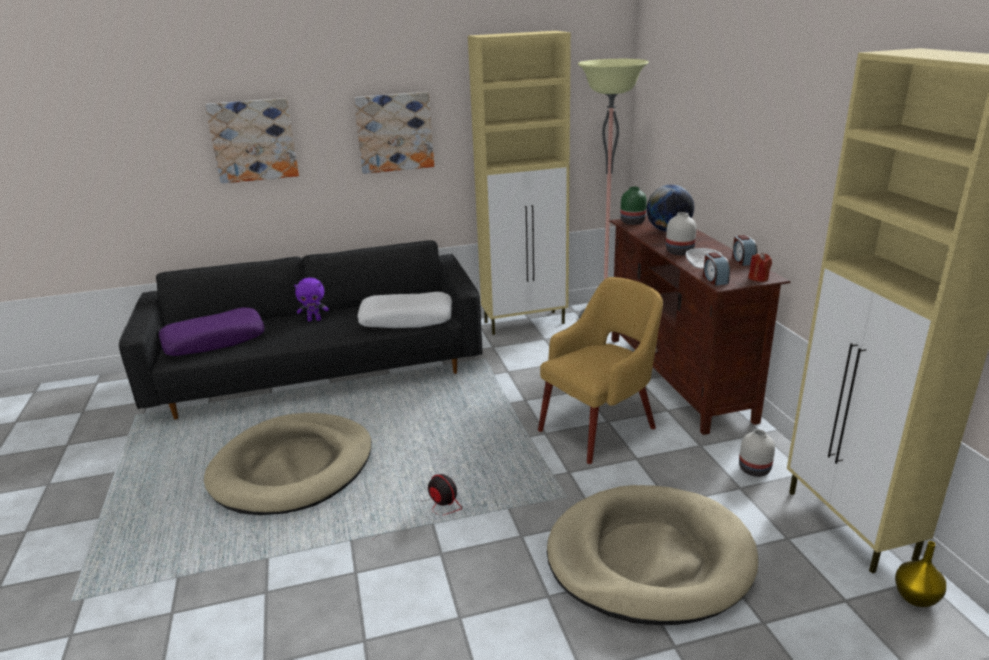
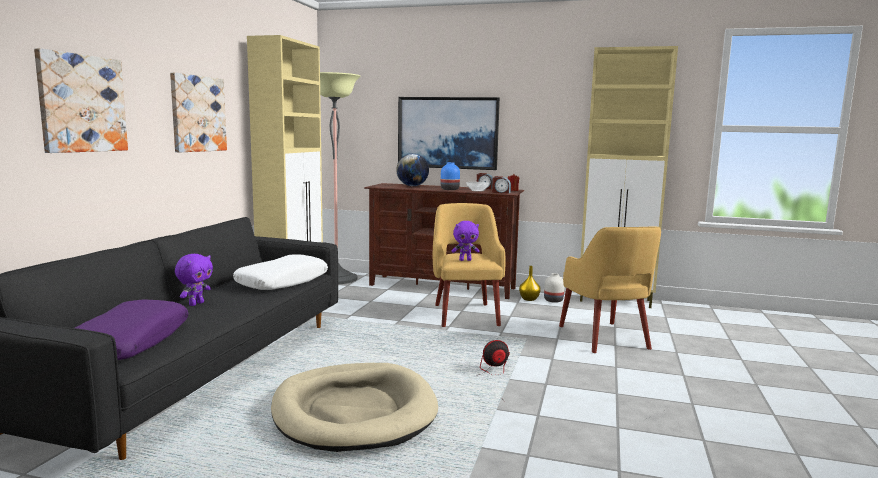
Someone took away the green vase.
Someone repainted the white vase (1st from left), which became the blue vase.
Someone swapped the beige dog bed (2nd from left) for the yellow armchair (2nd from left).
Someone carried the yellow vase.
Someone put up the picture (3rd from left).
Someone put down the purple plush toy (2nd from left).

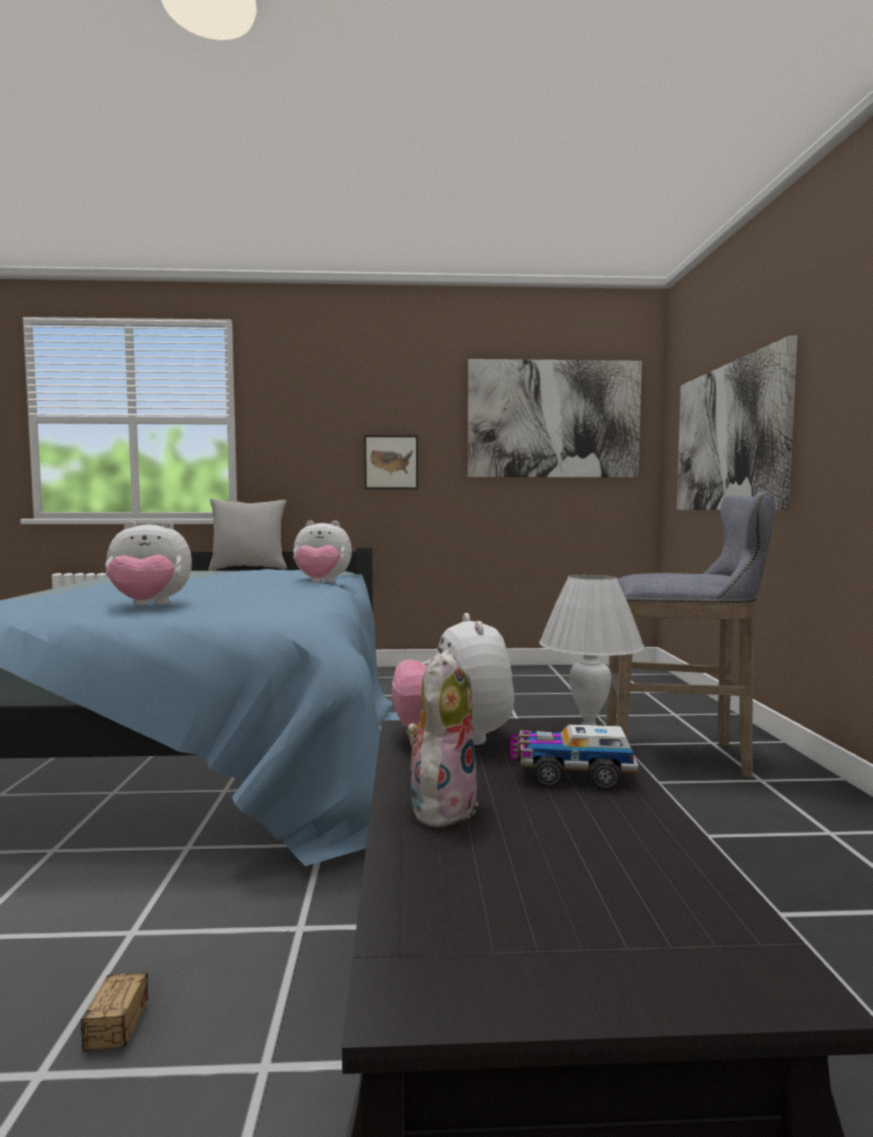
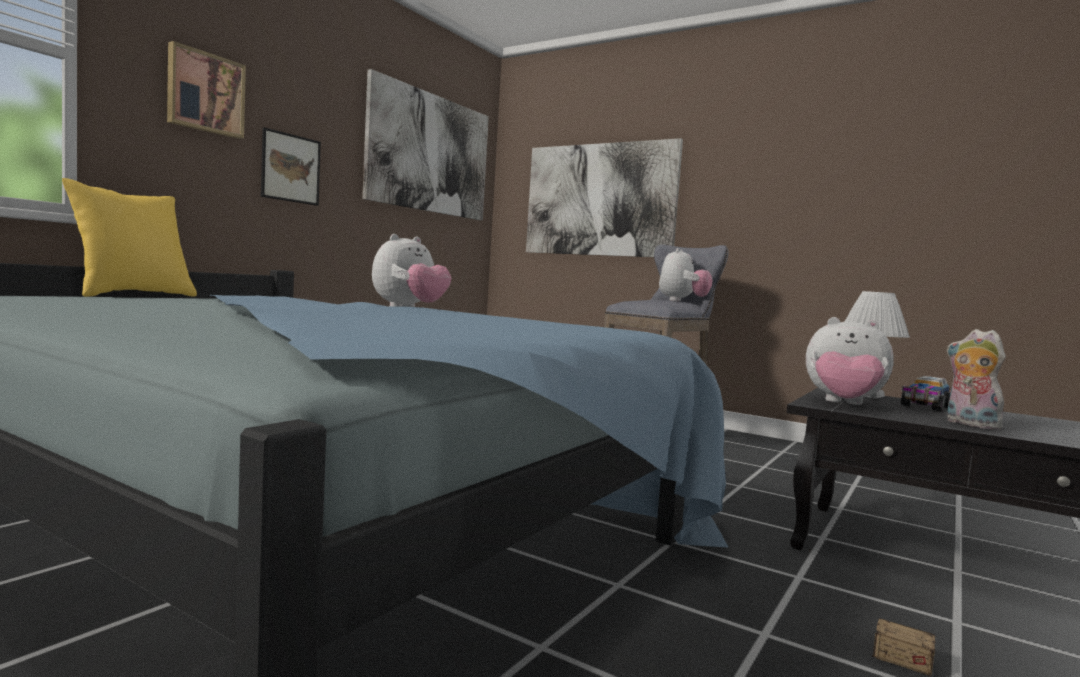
Someone repainted the grey pillow, which became the yellow pillow.
Someone carried the plush toy (1st from left in the first image).
Someone put up the picture (1st from left).

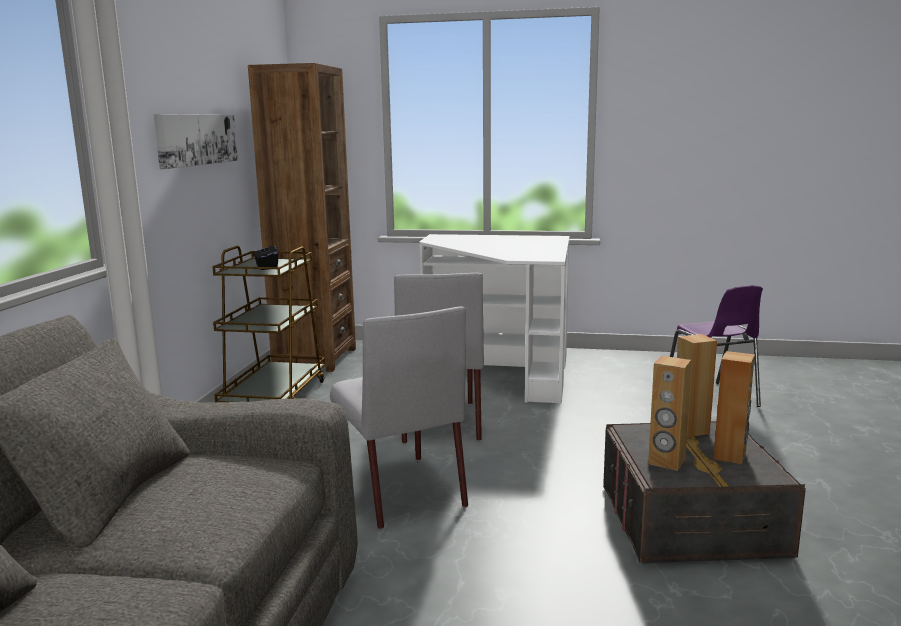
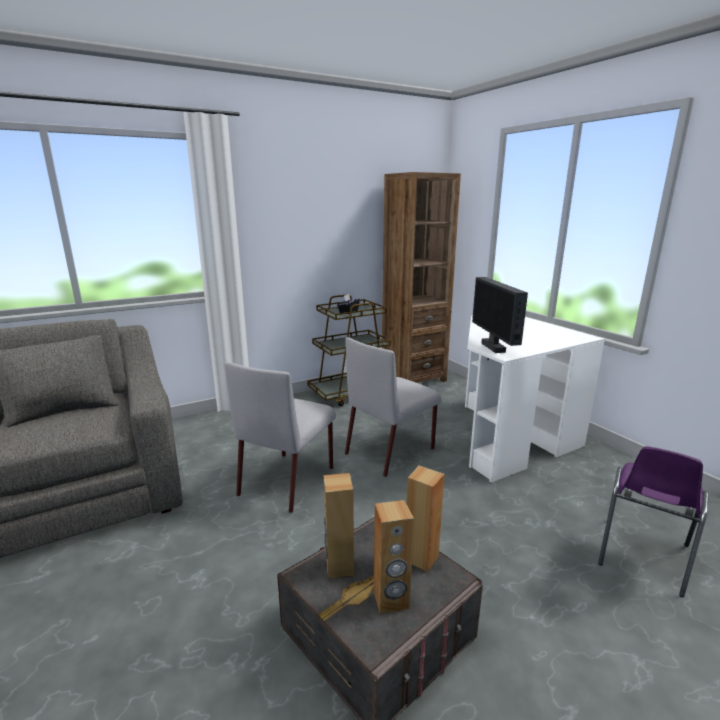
Someone took away the picture.
Someone put down the monitor.

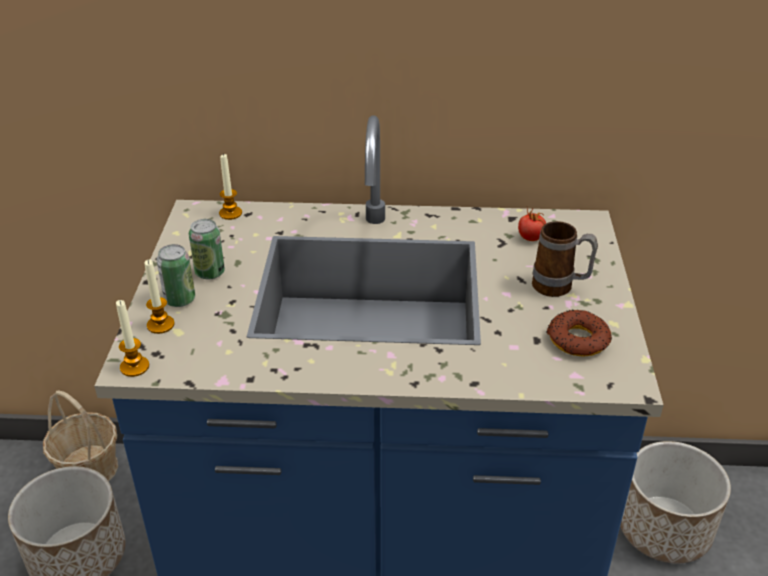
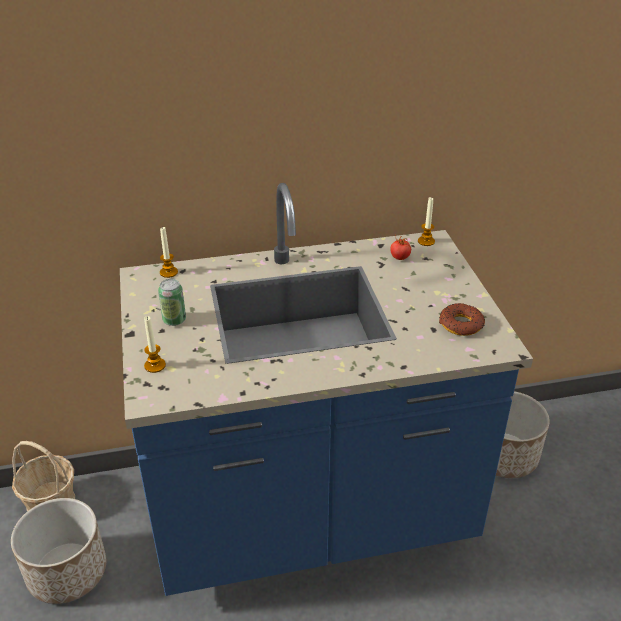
Someone took away the mug.
Someone took away the can (1st from left).
Someone carried the candle (1st from left in the first image).

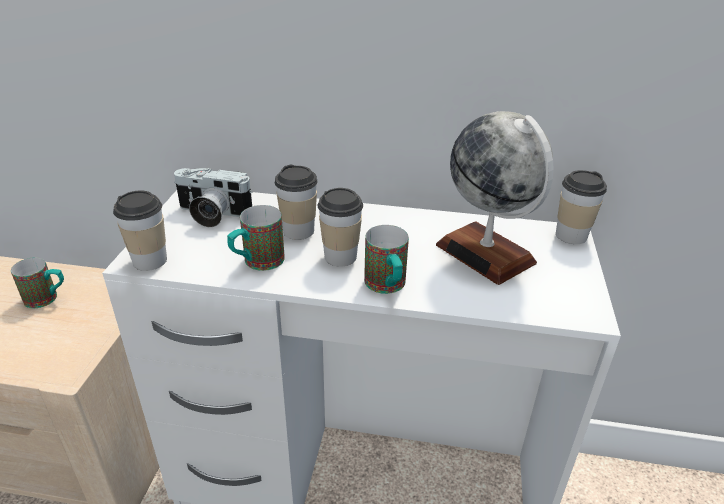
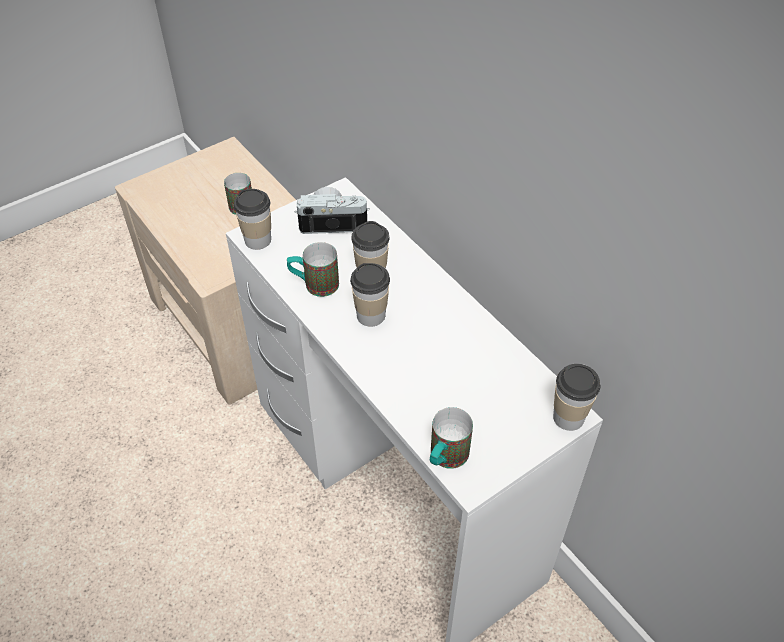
Someone took away the globe.
Someone rotated the photo camera by 120 degrees clockwise.
Someone carried the mug (3rd from left).

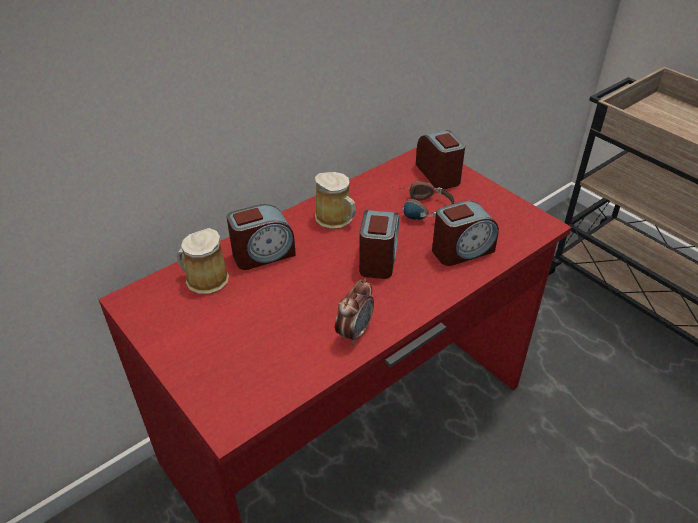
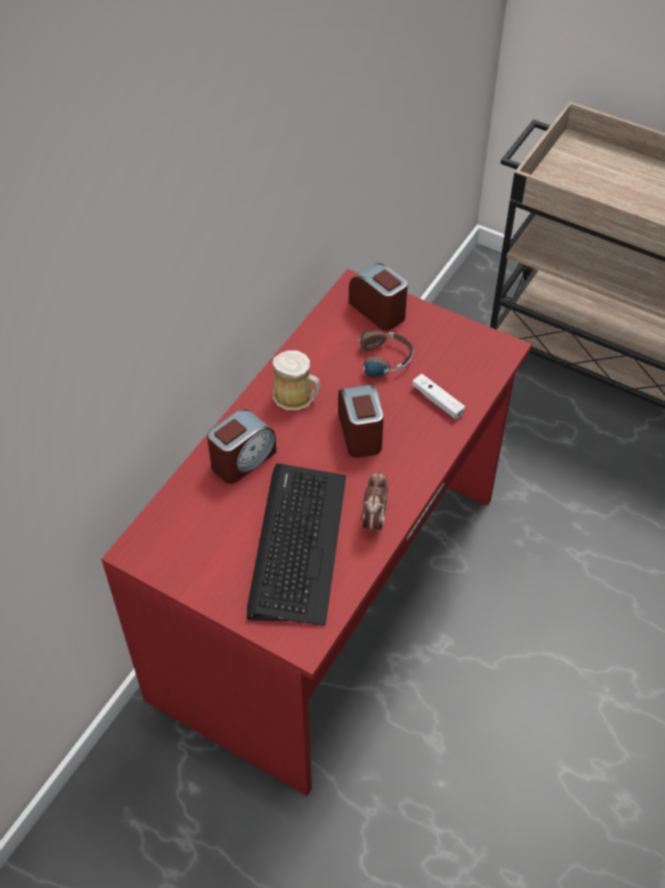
Someone swapped the alarm clock (5th from left) for the white game controller.
Someone took away the mug (1st from left).
Someone put down the keyboard.

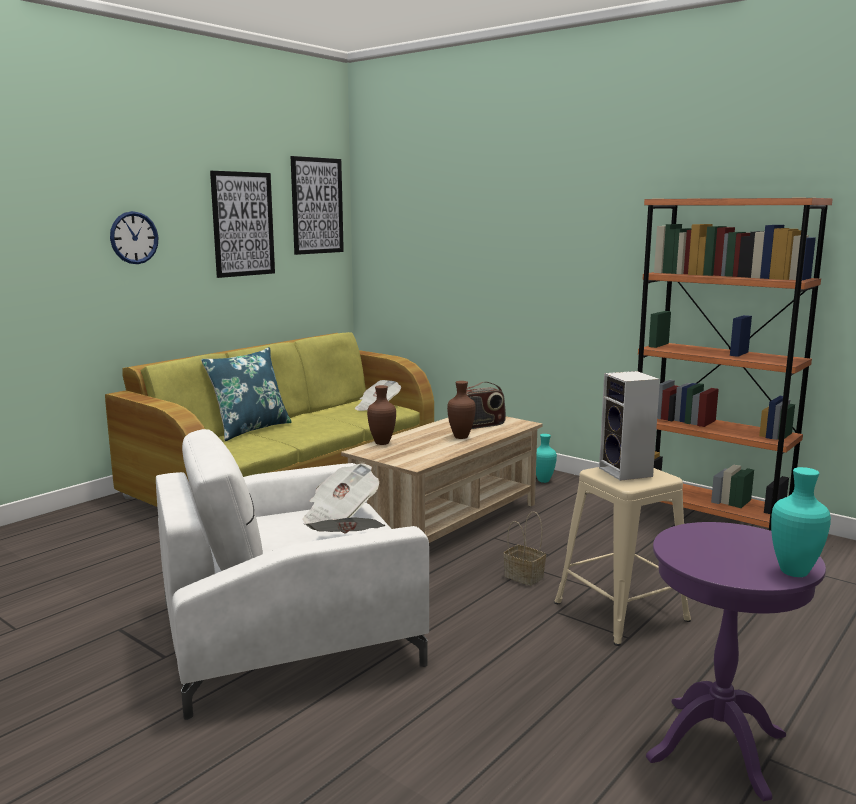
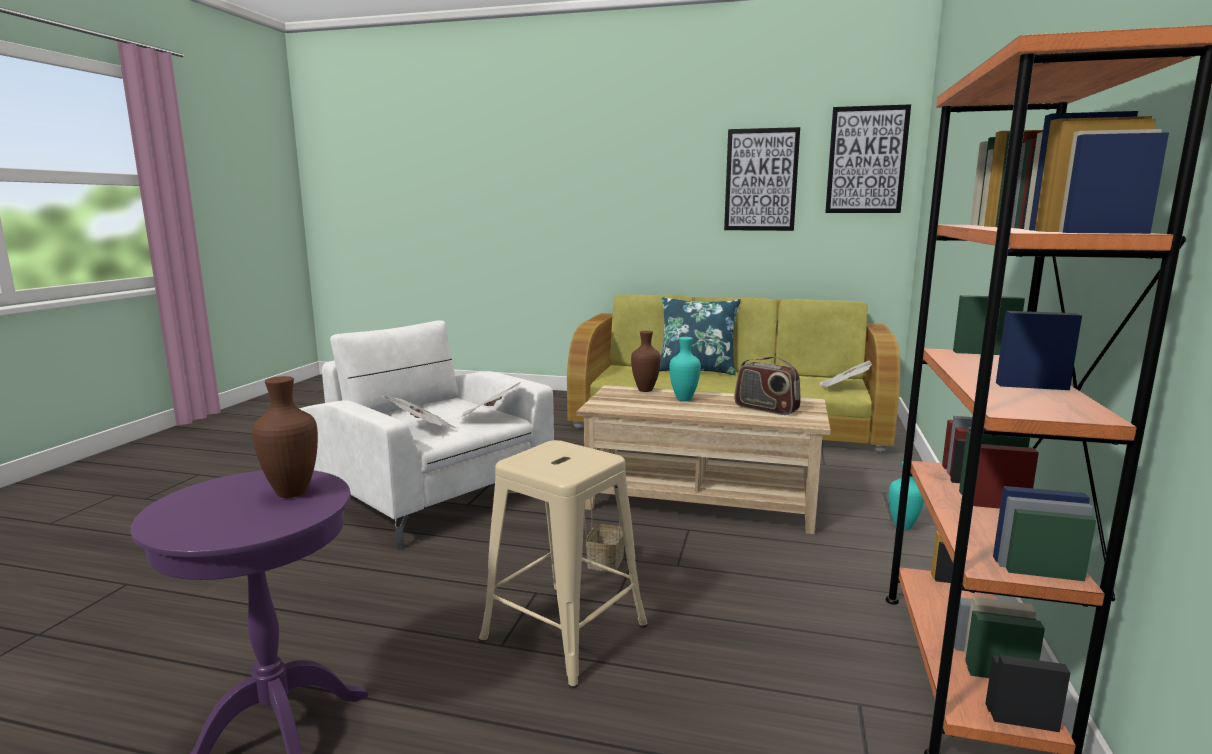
Someone took away the wall clock.
Someone took away the speaker.
Someone carried the brown vase (2nd from left in the first image).
Someone carried the turquoise vase (2nd from left in the first image).

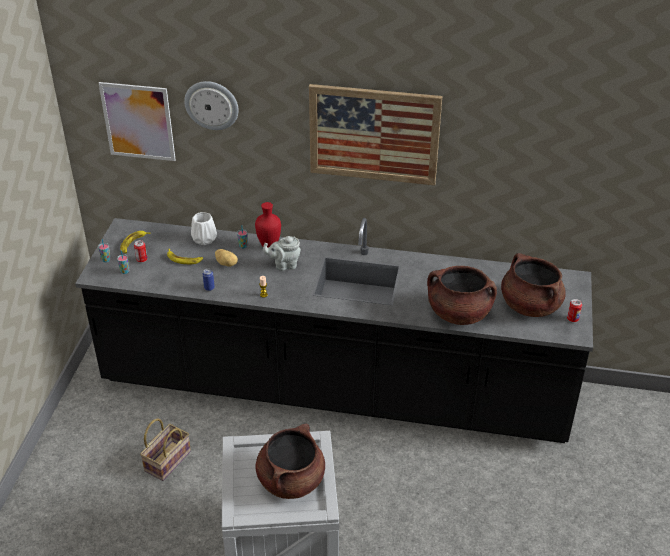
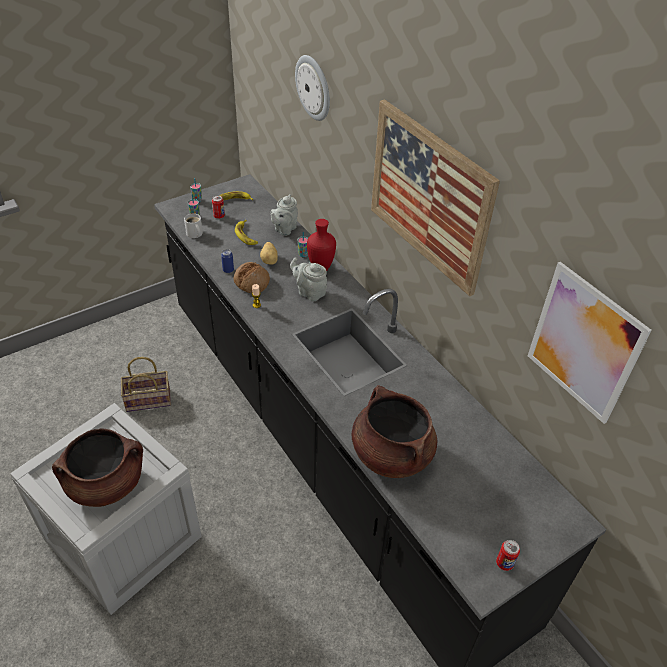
Someone carried the picture (1st from left in the first image).
Someone swapped the white vase for the grey teapot (1st from left).
Someone took away the brown cooking pot (3rd from left).
Someone put down the white mug.
Someone put down the bread.

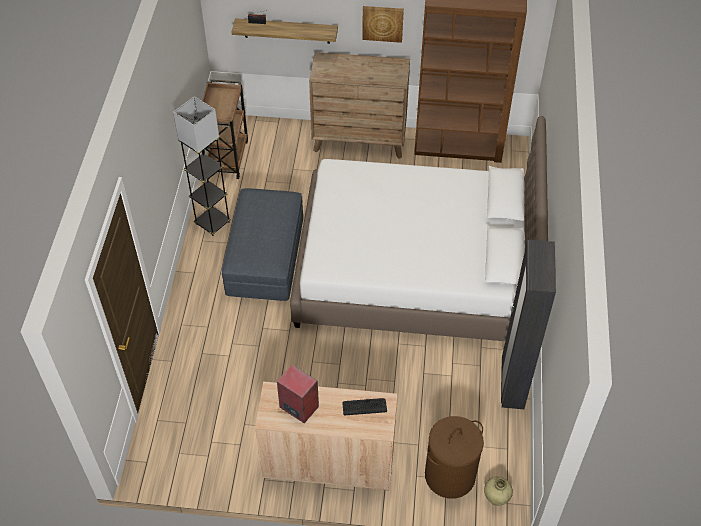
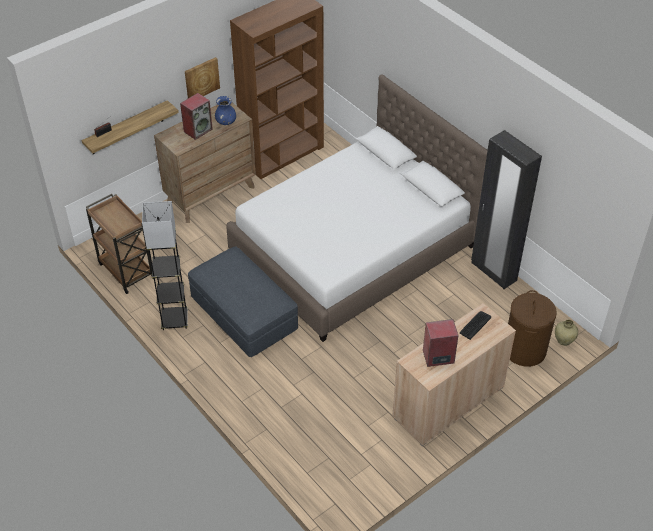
Someone put down the speaker (1st from left).
Someone put down the blue vase.

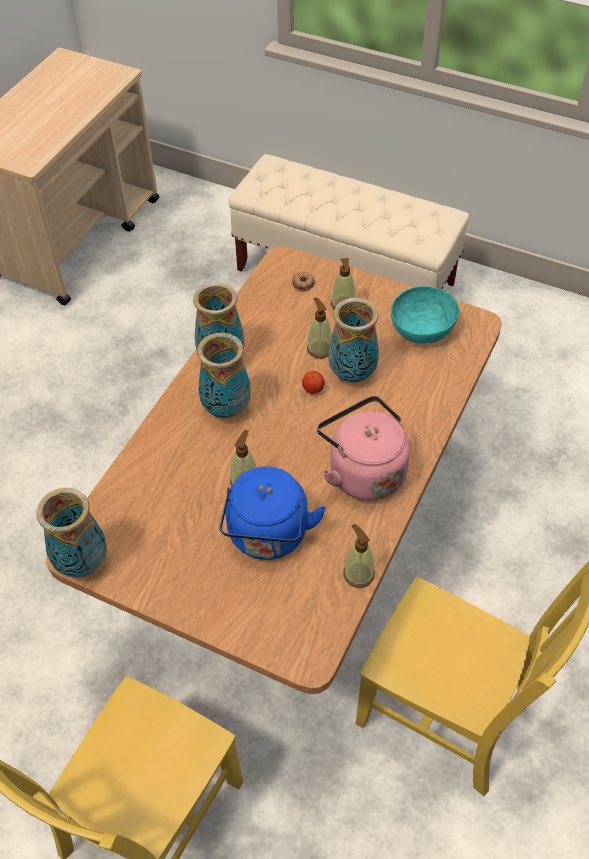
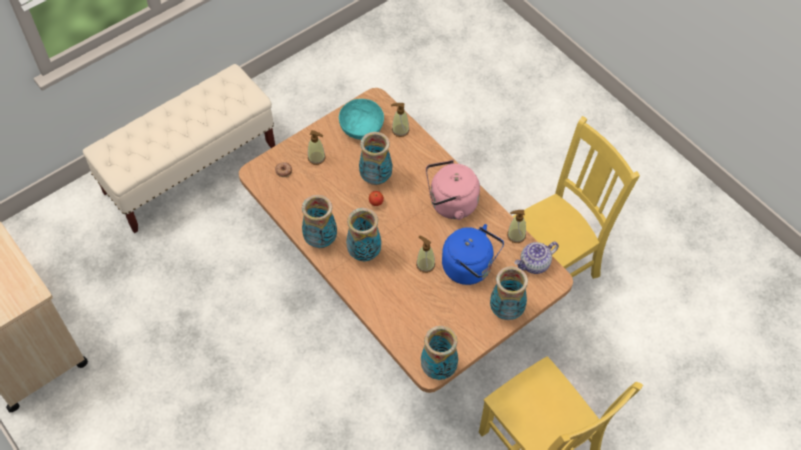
Someone carried the soap dispenser (2nd from left).
Someone put down the teapot.
Someone put down the vase (5th from left).

